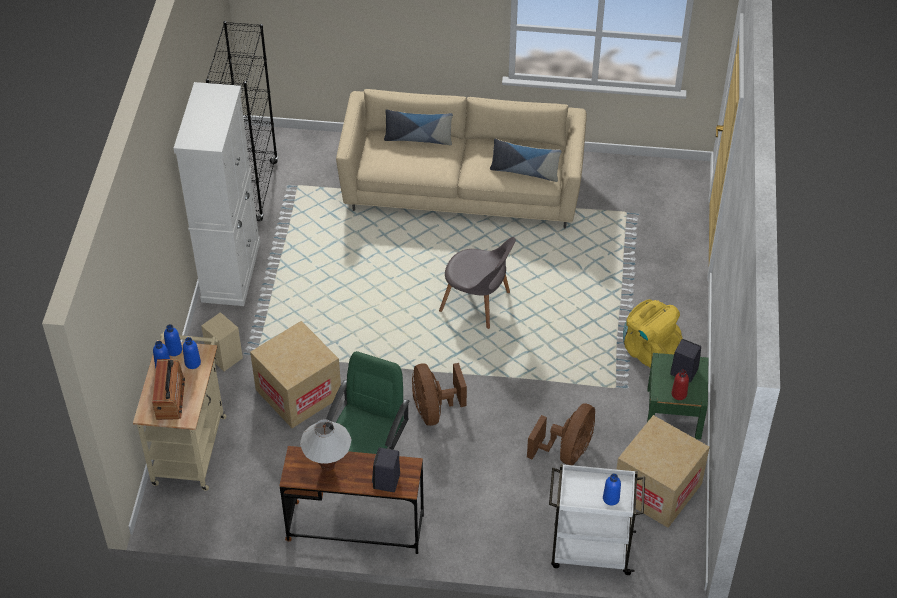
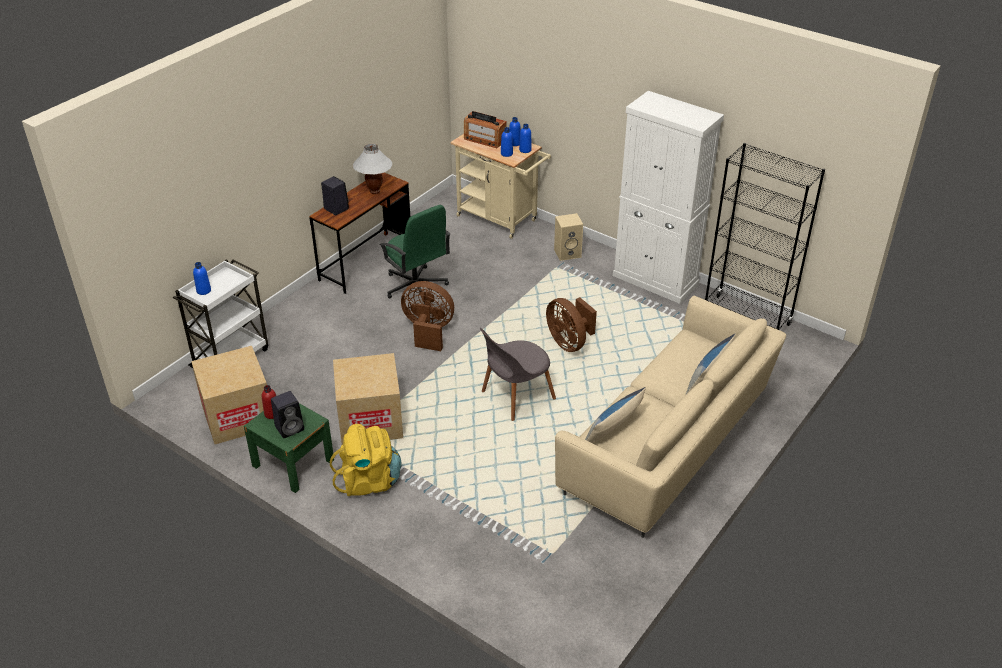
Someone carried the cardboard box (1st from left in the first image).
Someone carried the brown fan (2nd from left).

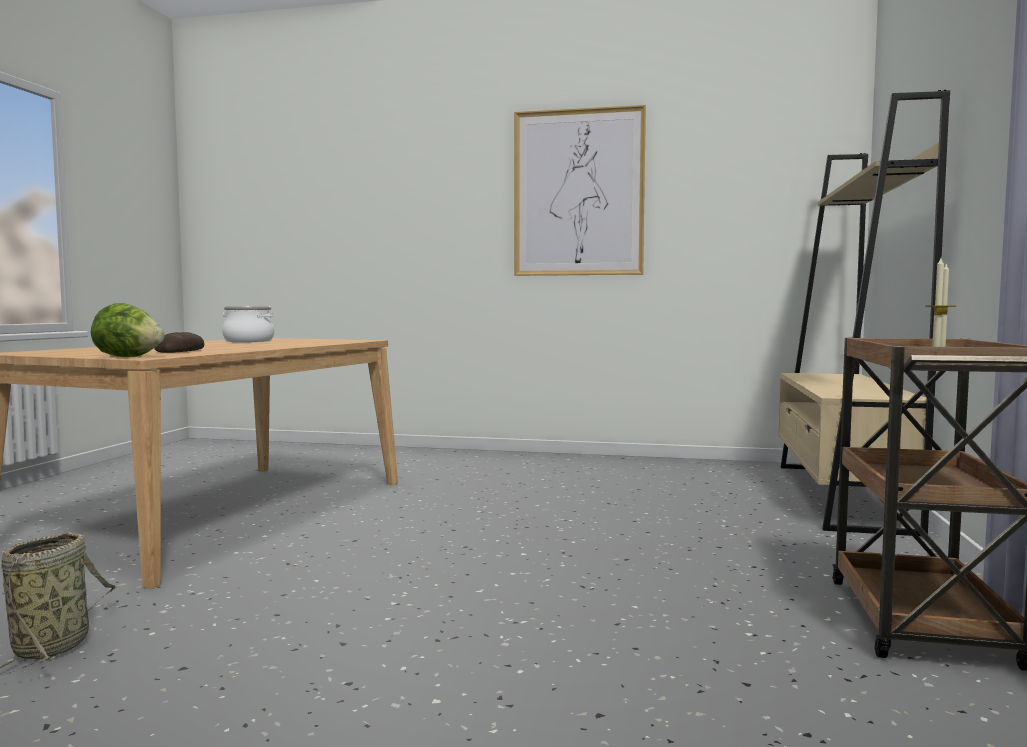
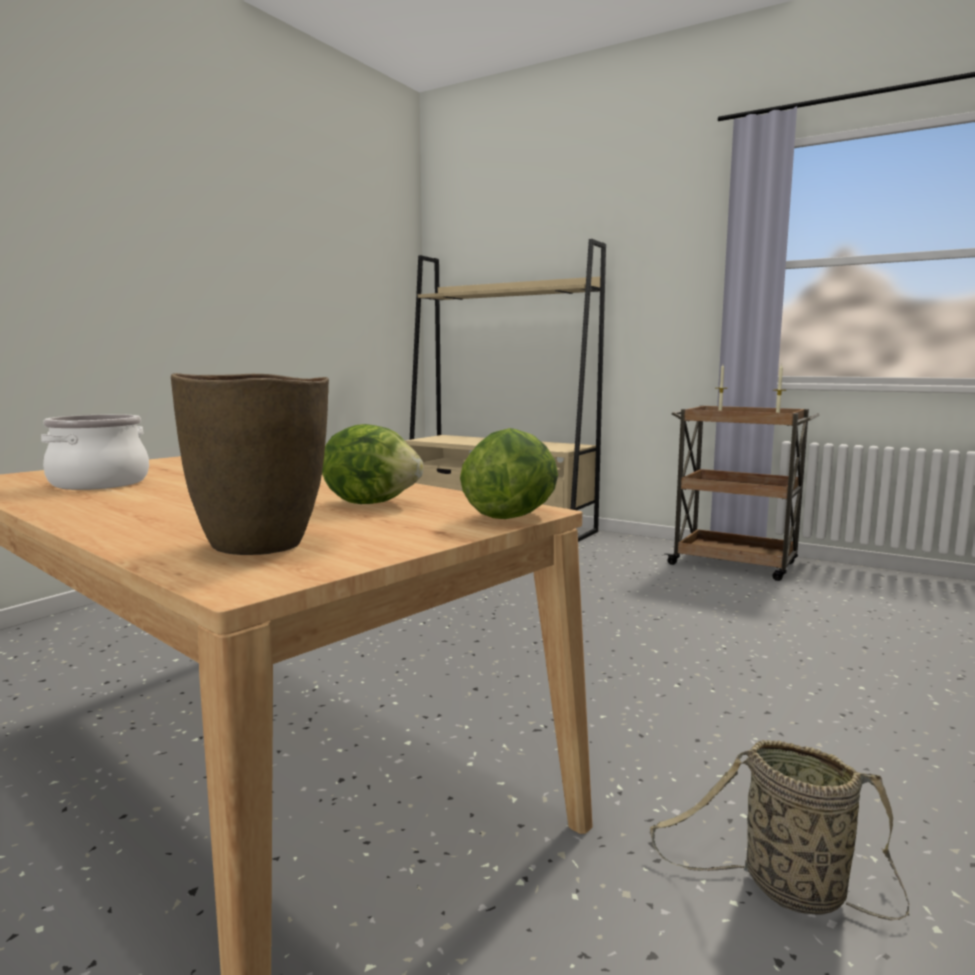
Someone took away the picture.
Someone swapped the bread for the lettuce (1st from left).
Someone put down the brown vase.

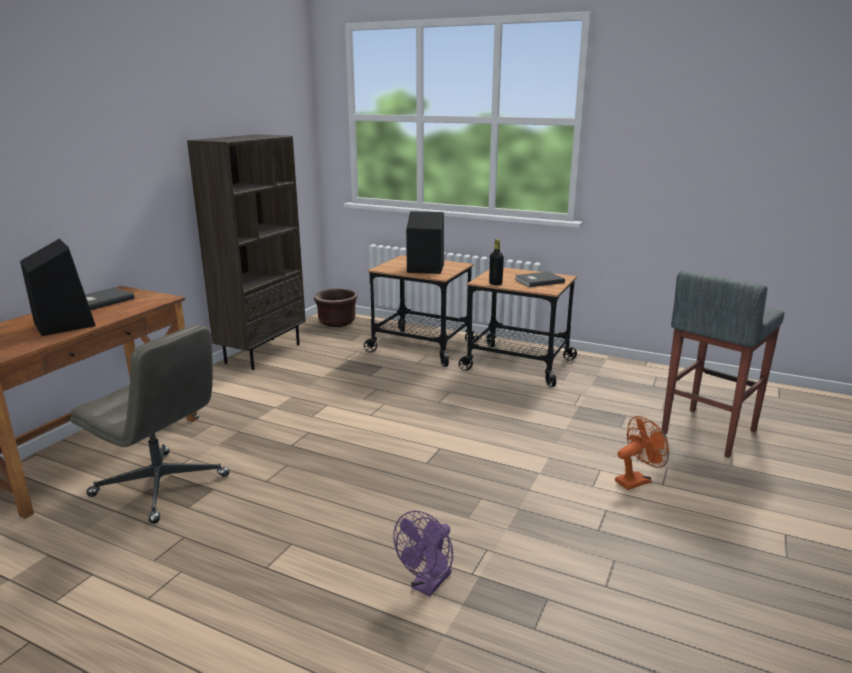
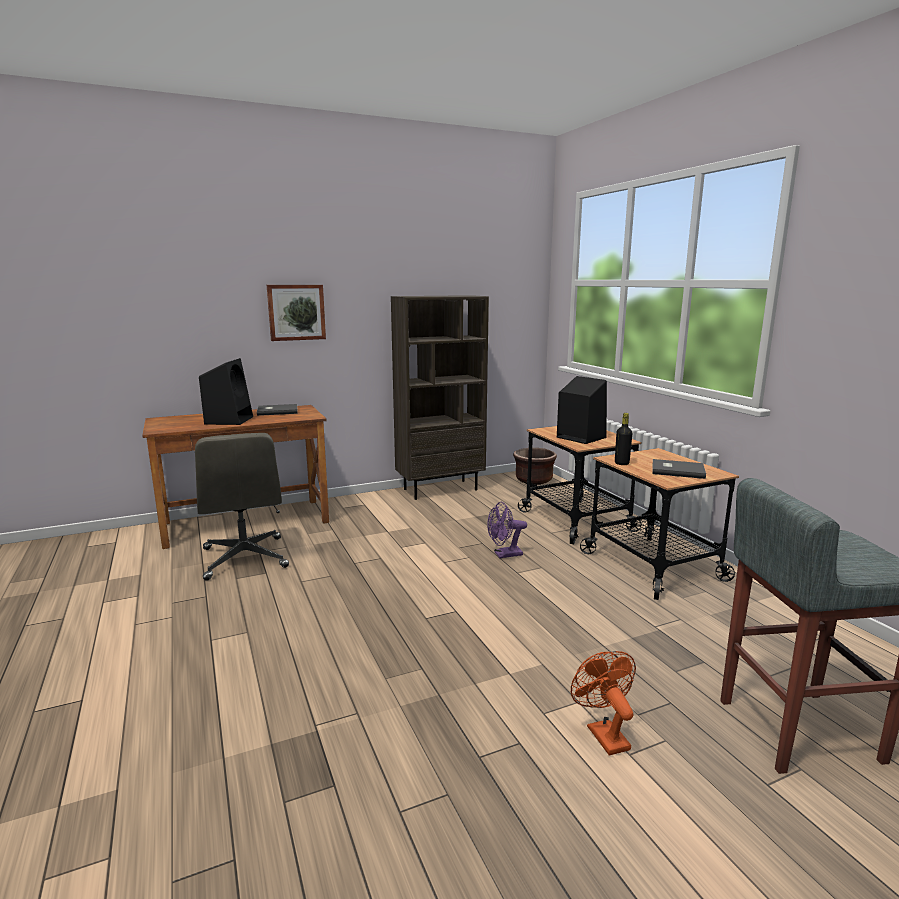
Someone rotated the orange fan by 120 degrees counterclockwise.
Someone carried the purple fan.
Someone put up the picture.

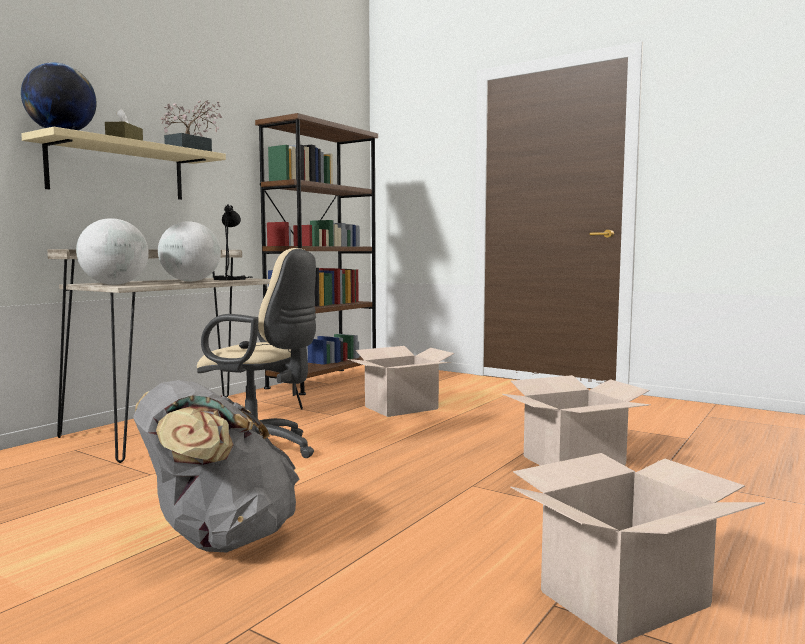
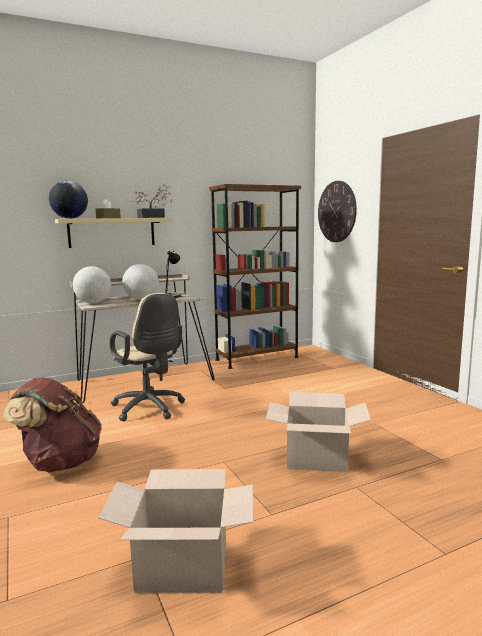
Someone took away the cardboard box (1st from left).
Someone repainted the grey backpack, which became the brown backpack.
Someone put up the wall clock.

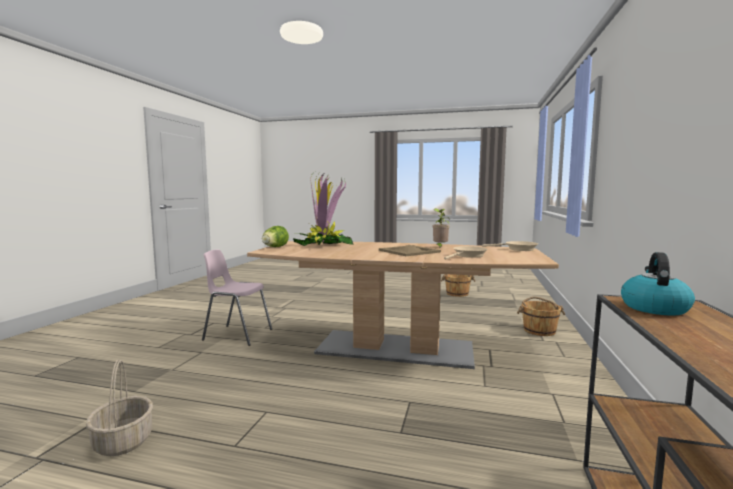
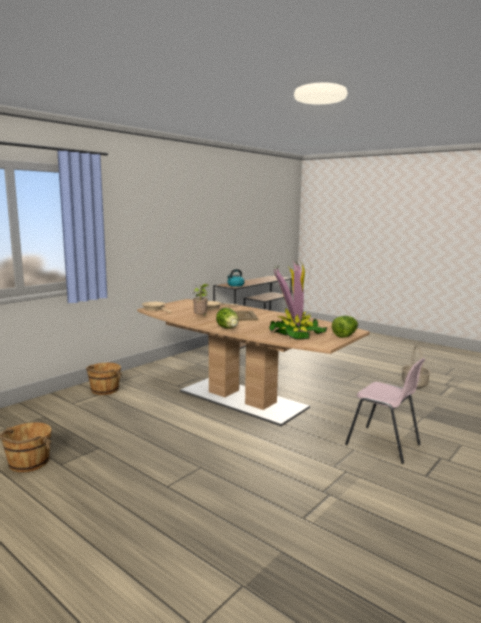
Someone put down the lettuce (1st from left).

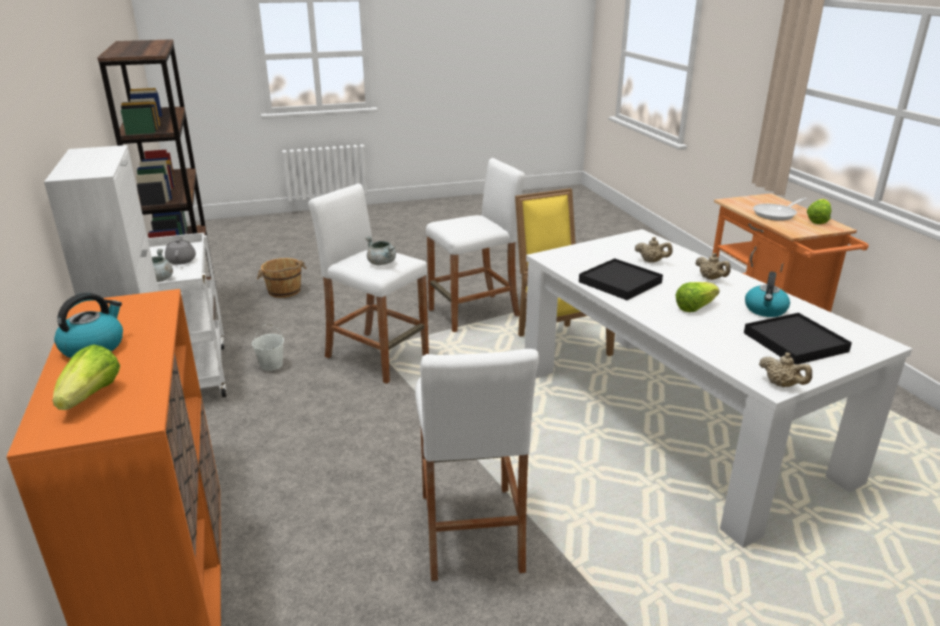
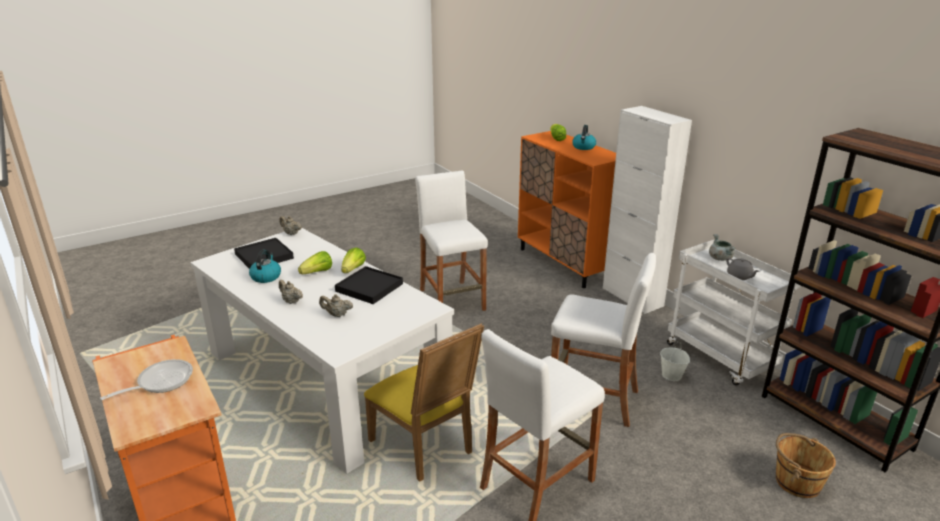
Someone carried the lettuce (3rd from left in the first image).
Someone took away the grey cooking pot (2nd from left).

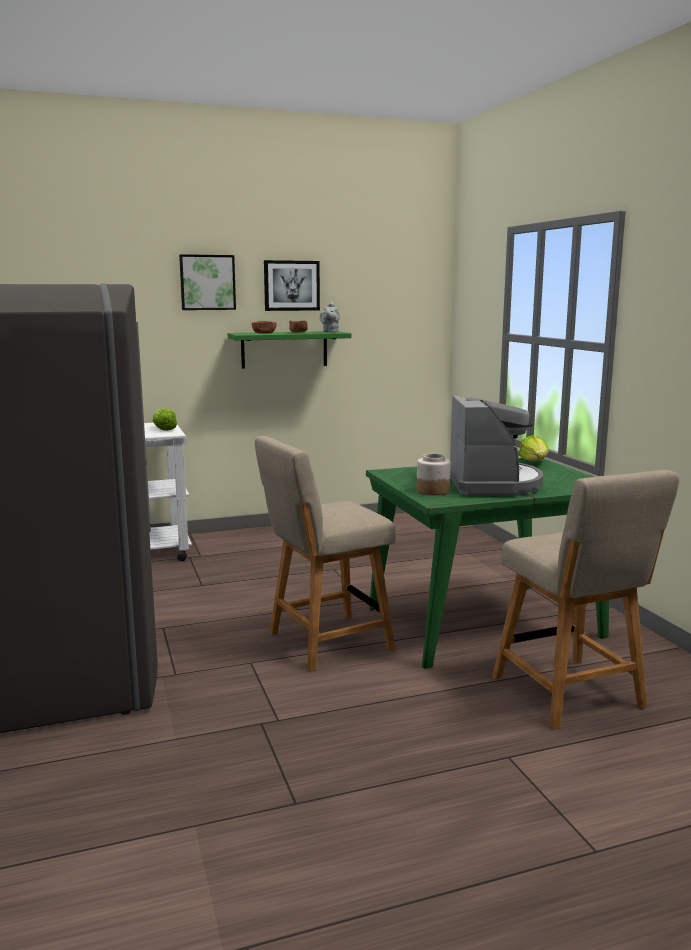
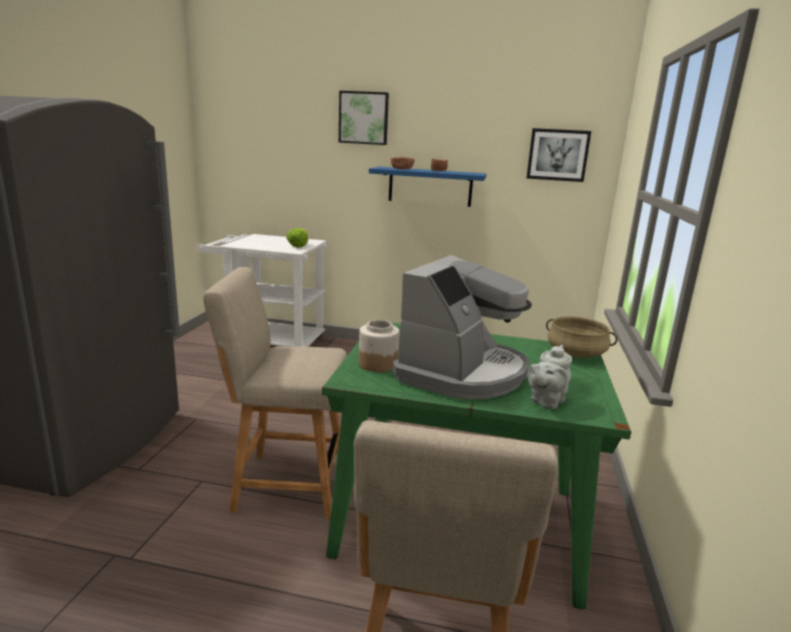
Someone carried the picture (2nd from left).
Someone carried the grey teapot.
Someone repainted the green shelf, which became the blue shelf.
Someone swapped the lettuce (2nd from left) for the beige cooking pot.

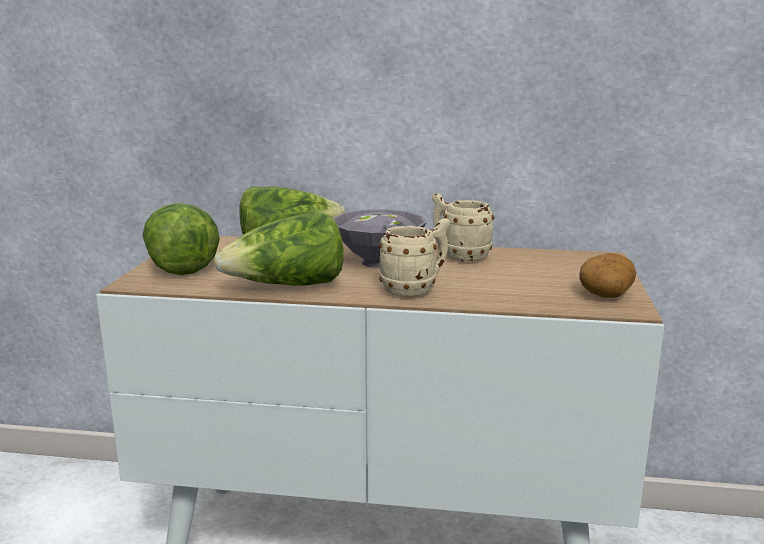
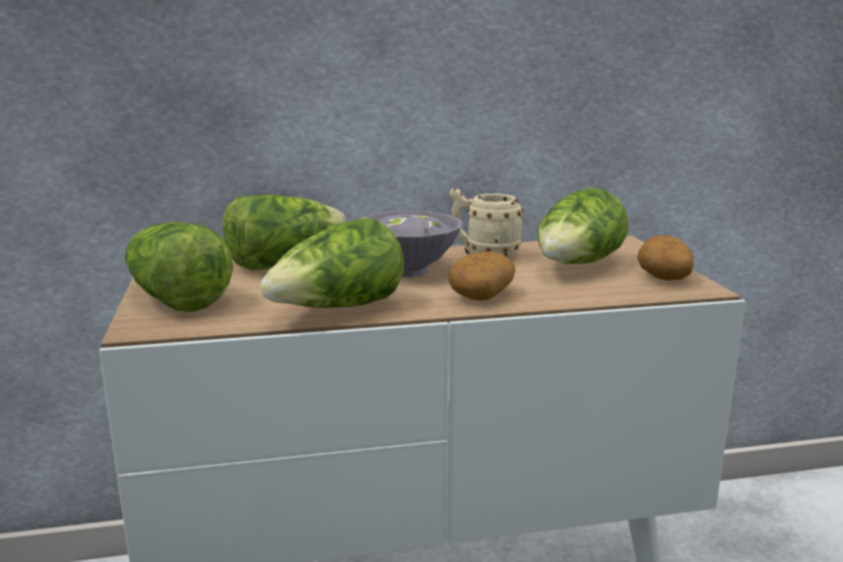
Someone swapped the beige mug (1st from left) for the potato (1st from left).
Someone put down the lettuce (4th from left).

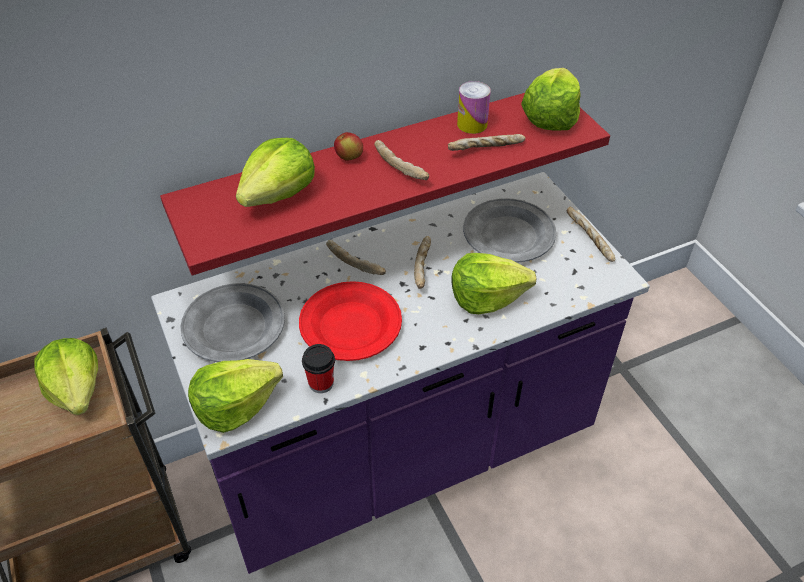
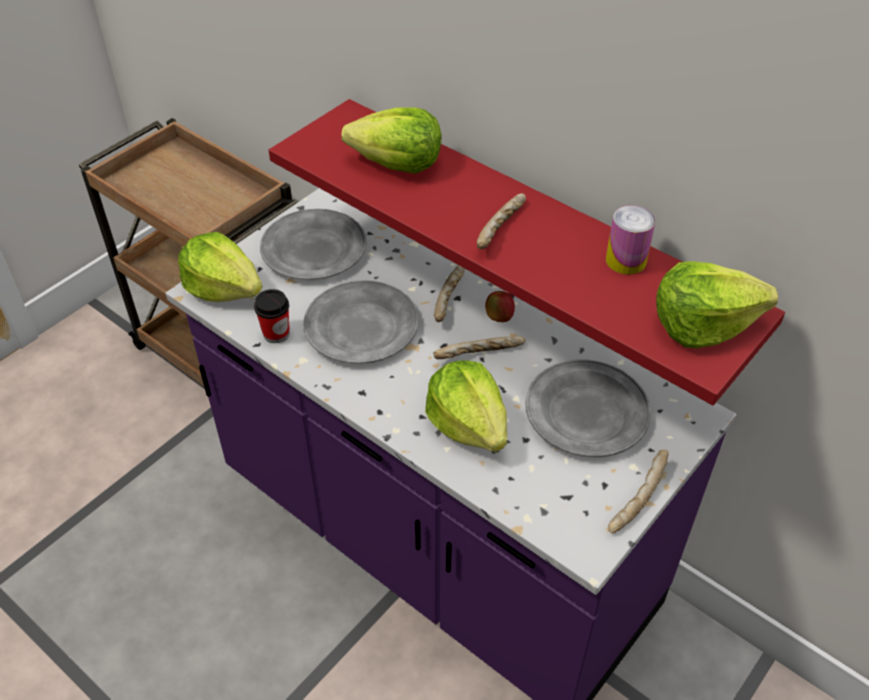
Someone carried the apple.
Someone took away the bread (4th from left).
Someone repainted the red plate, which became the grey plate (2nd from left).
Someone took away the lettuce (1st from left).

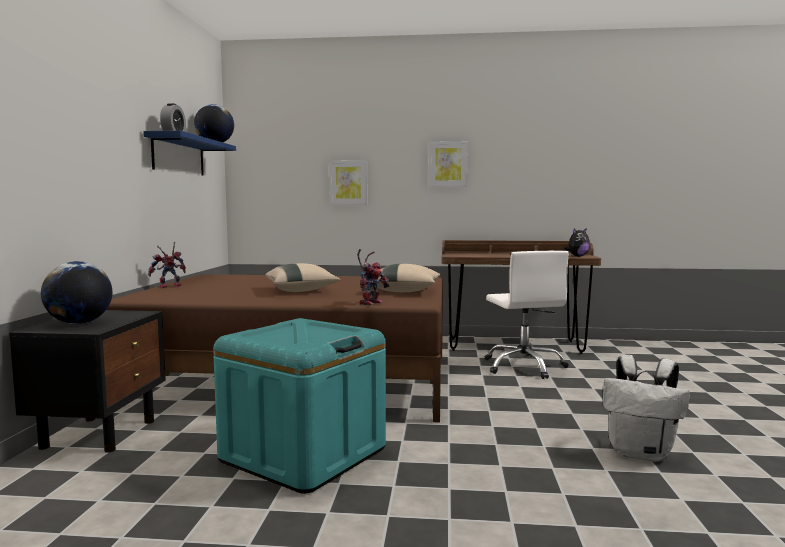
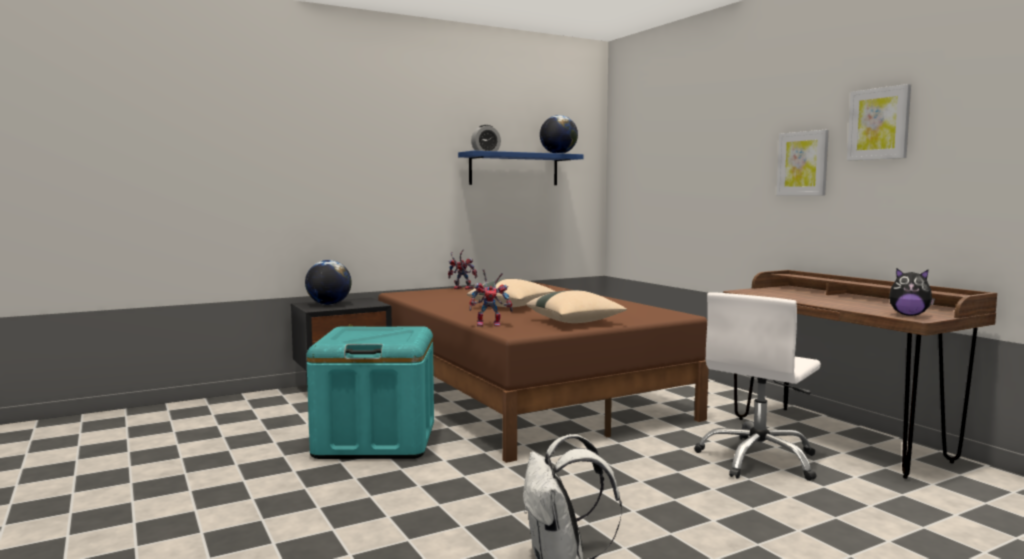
Someone carried the picture (1st from left in the first image).

